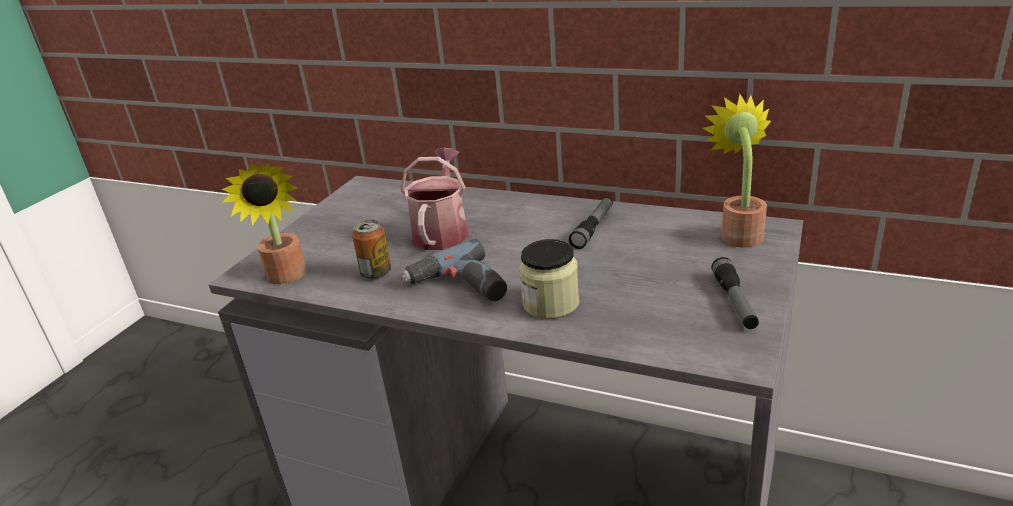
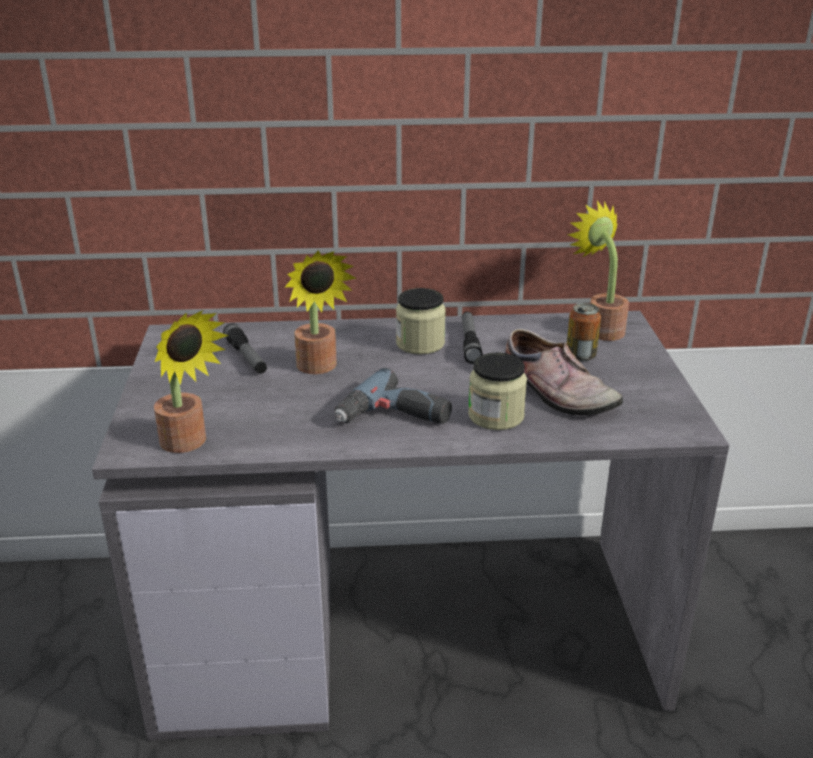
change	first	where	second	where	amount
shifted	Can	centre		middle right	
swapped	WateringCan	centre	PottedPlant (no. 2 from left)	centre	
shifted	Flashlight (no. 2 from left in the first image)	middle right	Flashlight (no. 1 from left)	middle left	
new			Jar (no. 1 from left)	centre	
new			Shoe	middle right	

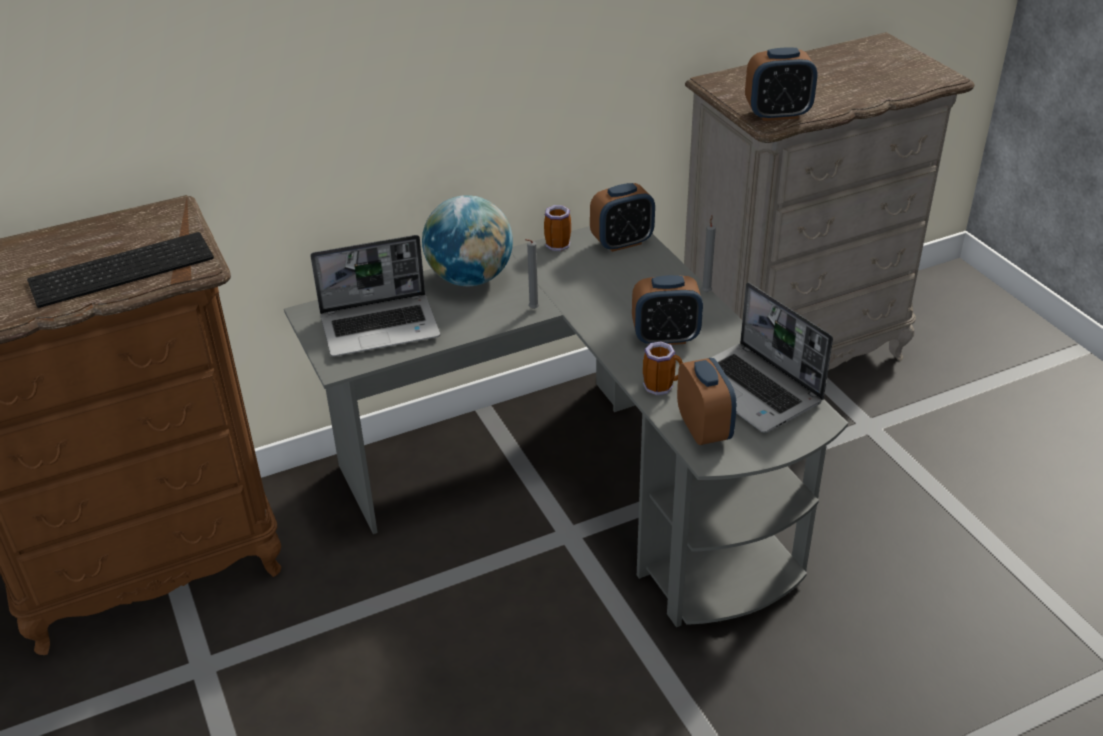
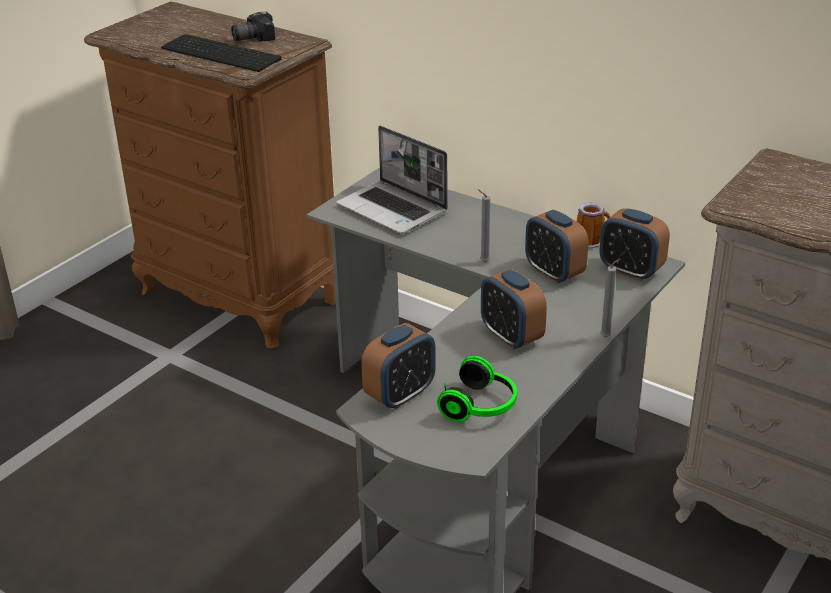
change	first	where	second	where	amount
gone	Globe	top centre			
gone	Mug (no. 2 from left)	centre			
swapped	Laptop (no. 2 from left)	middle right	Headphones	centre	
shifted	AlarmClock (no. 4 from left in the first image)	top right	AlarmClock (no. 3 from left)	middle right	
new			PhotoCamera	top left	

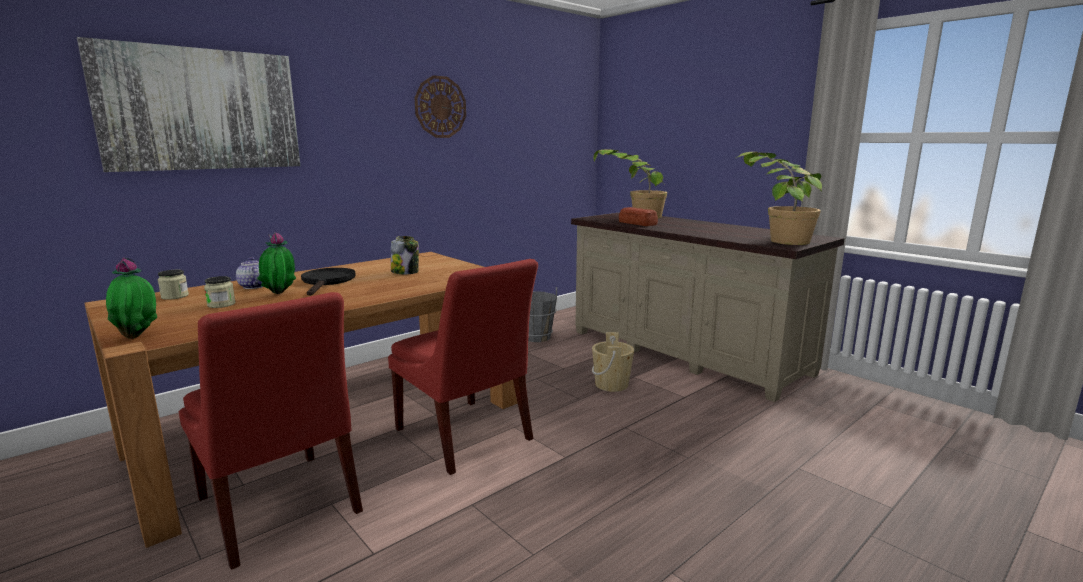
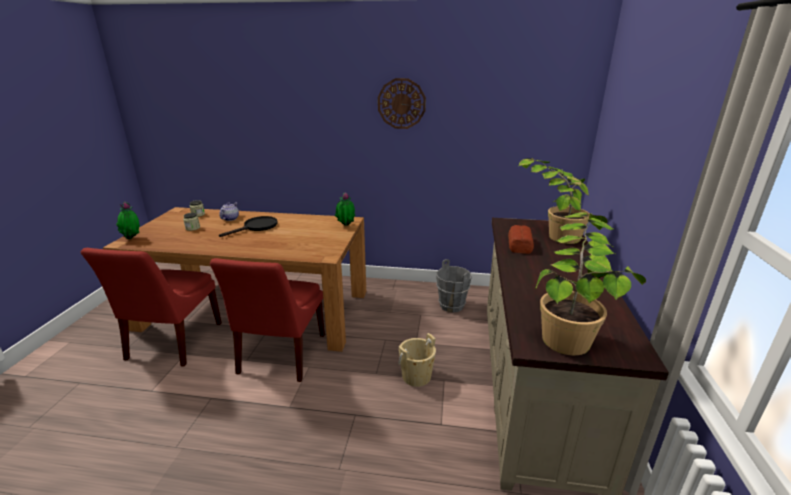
change	first	where	second	where	amount
gone	Picture	top left			
shifted	PottedPlant (no. 2 from left)	middle left		centre	
gone	Jar (no. 3 from left)	centre			

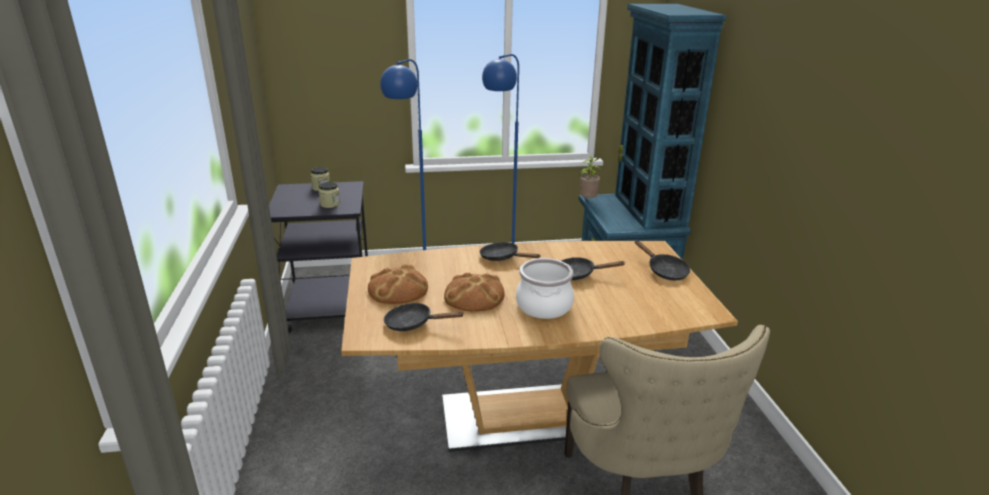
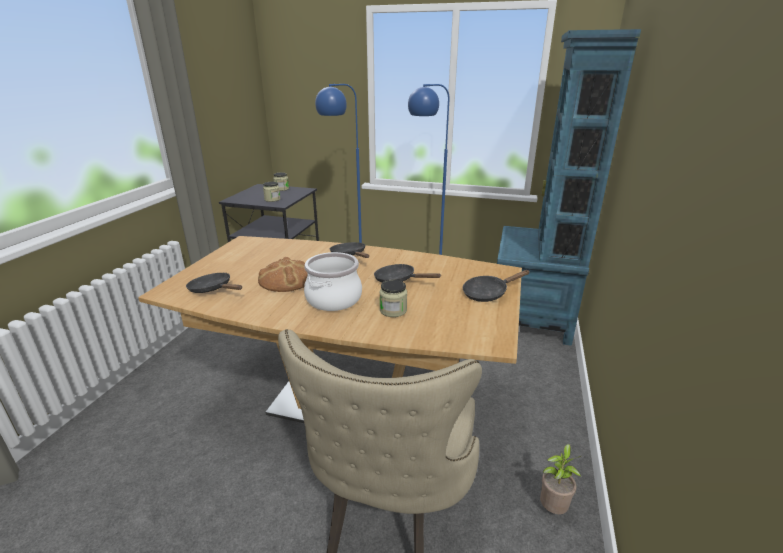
change	first	where	second	where	amount
gone	Bread (no. 1 from left)	centre			
shifted	PottedPlant	centre		bottom right	
rotated	BlackFryingPan (no. 4 from left)	middle right		centre	75 degrees clockwise
new			Jar (no. 3 from left)	centre	

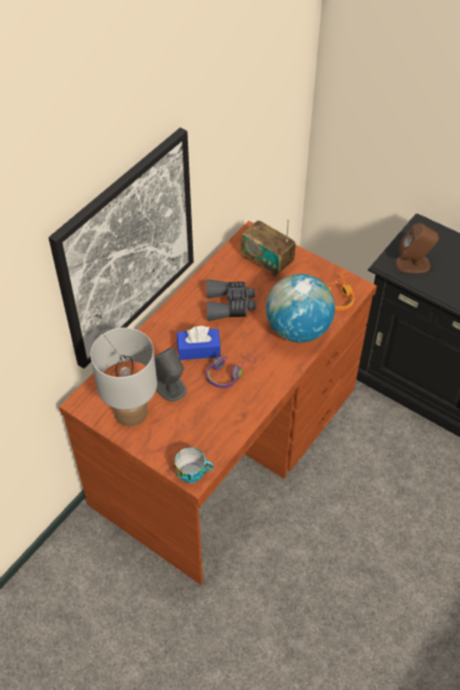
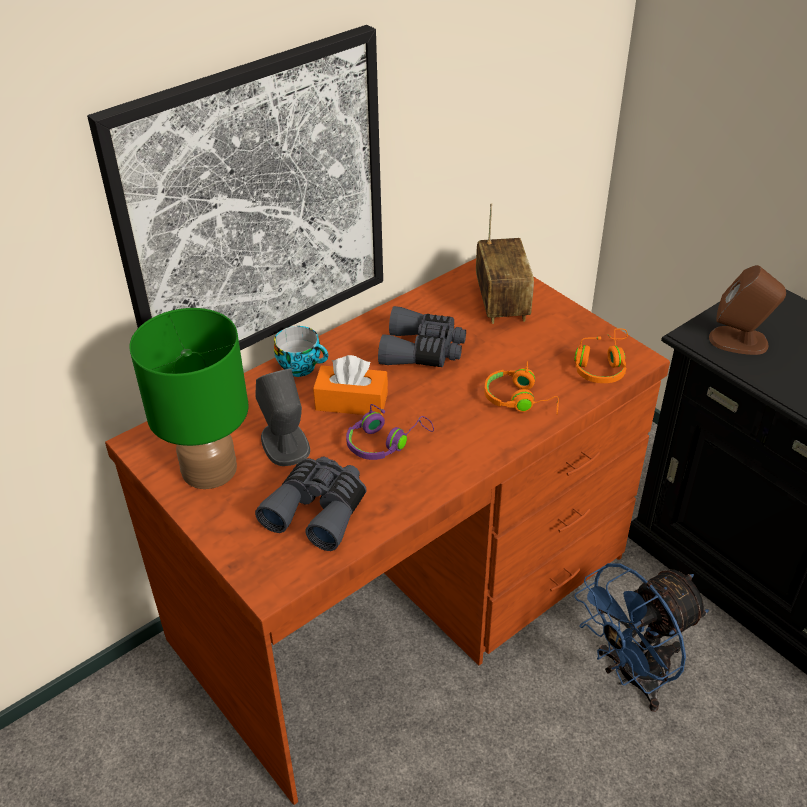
change	first	where	second	where	amount
repainted	GreyTableLamp	middle left	GreenTableLamp	middle left	
shifted	Cup	bottom centre		centre	
repainted	BlueTissueBox	centre	OrangeTissueBox	centre	
rotated	Radio	centre		top centre	150 degrees counterclockwise
swapped	Globe	centre	OrangeHeadphones (no. 1 from left)	centre	
new			GreyBinoculars (no. 1 from left)	centre	
new			BlueFan	bottom right	

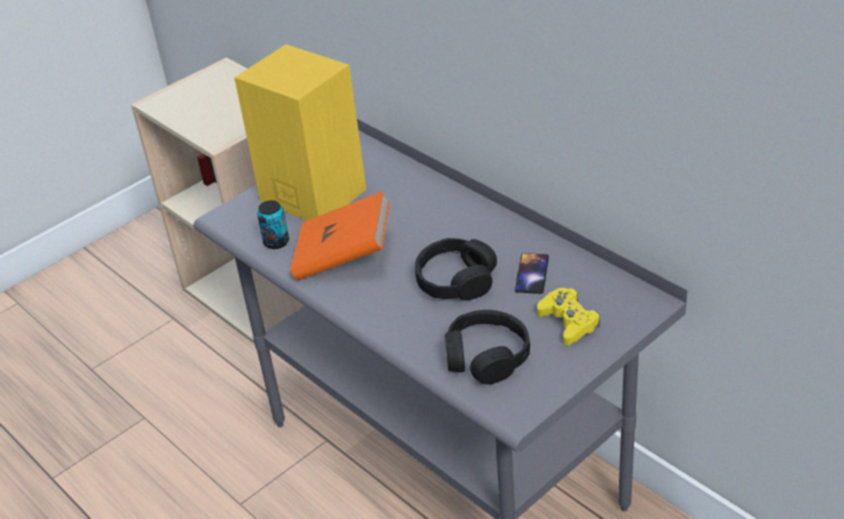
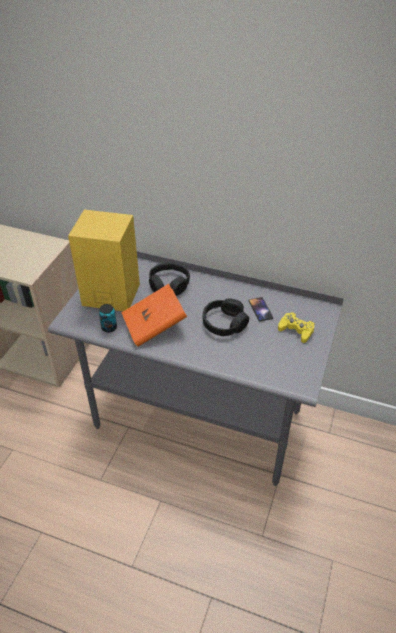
change	first	where	second	where	amount
shifted	BlackHeadphones (no. 2 from left in the first image)	bottom centre	BlackHeadphones (no. 1 from left)	centre	

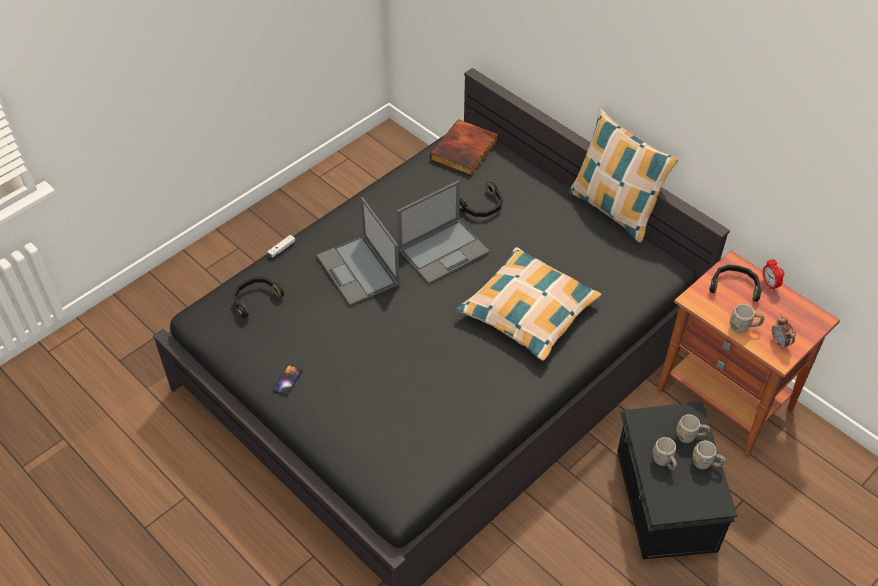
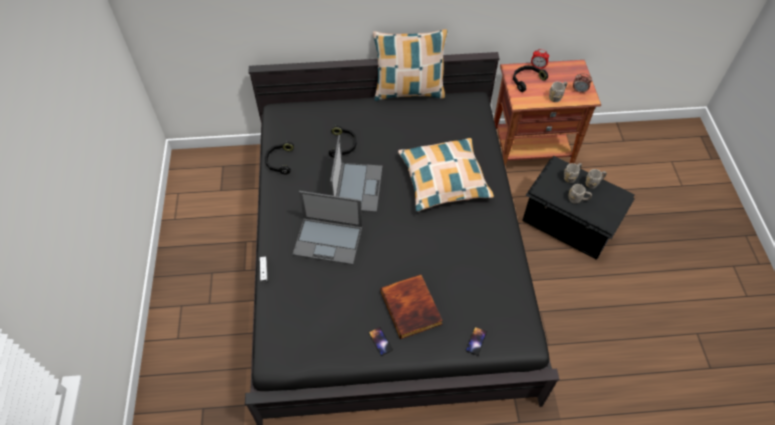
change	first	where	second	where	amount
shifted	BlackHeadphones (no. 1 from left)	middle left		centre	
shifted	Book	top centre		bottom centre	
new			Phone (no. 2 from left)	bottom centre	

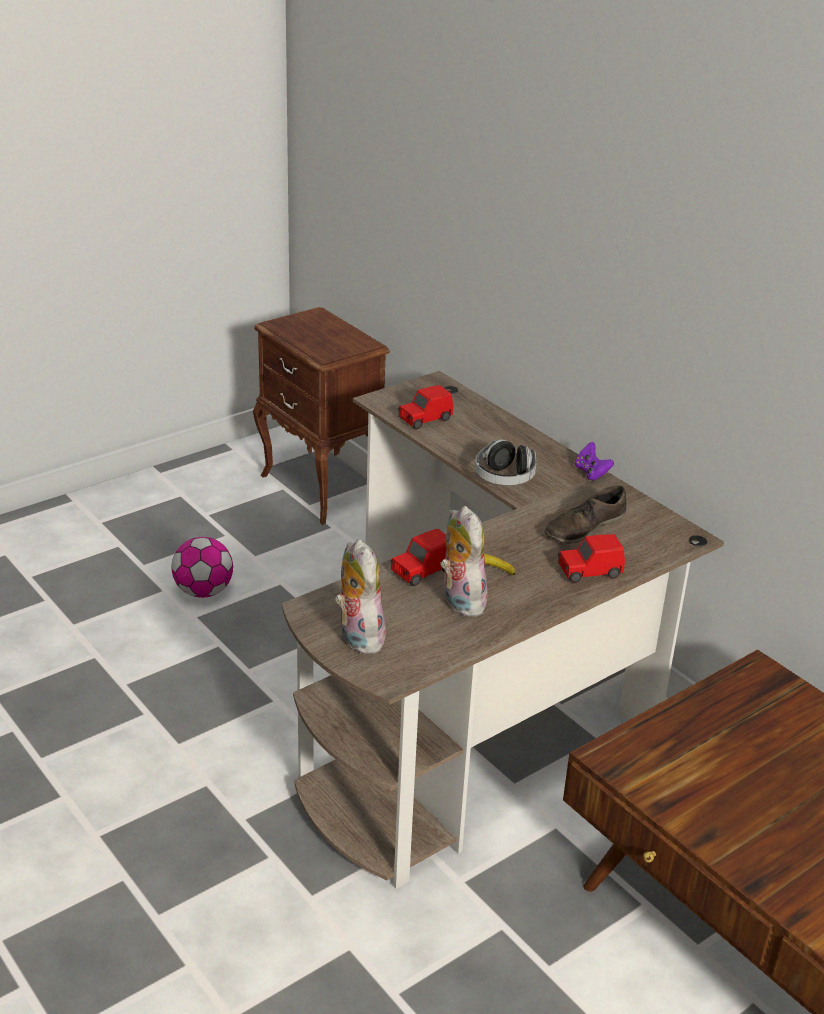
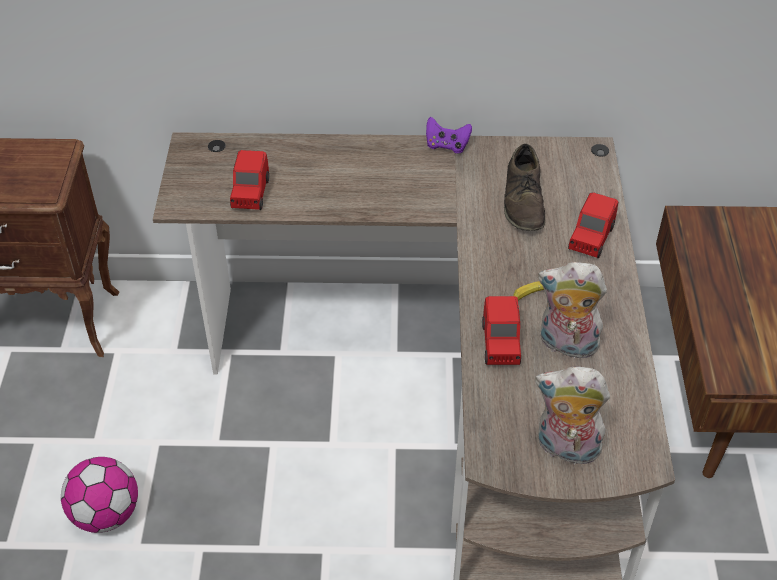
change	first	where	second	where	amount
gone	Headphones	centre			

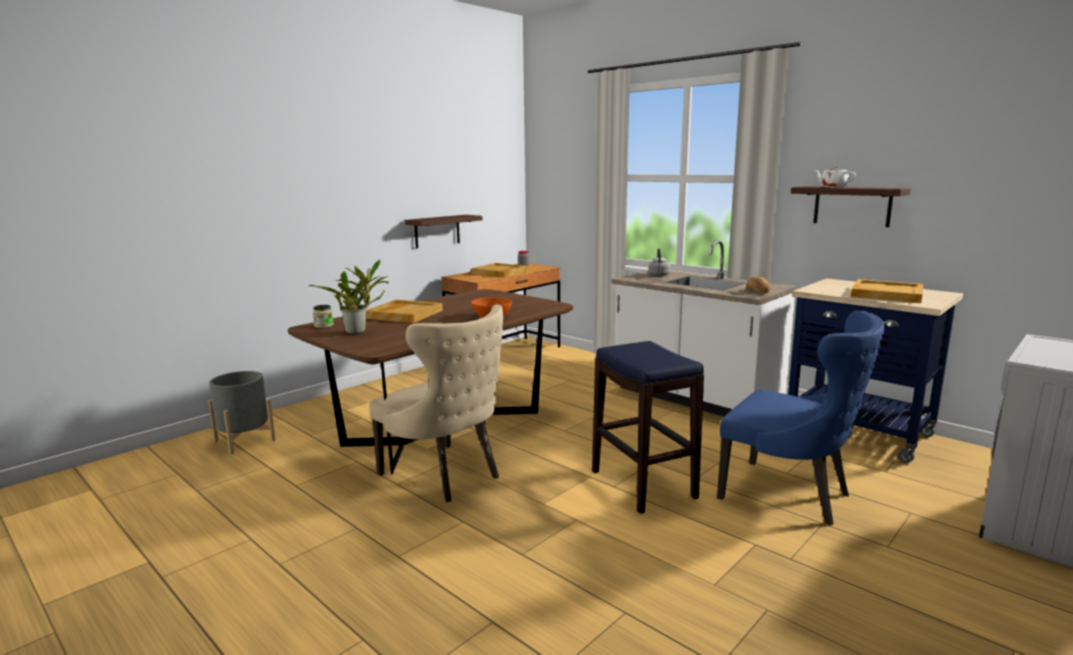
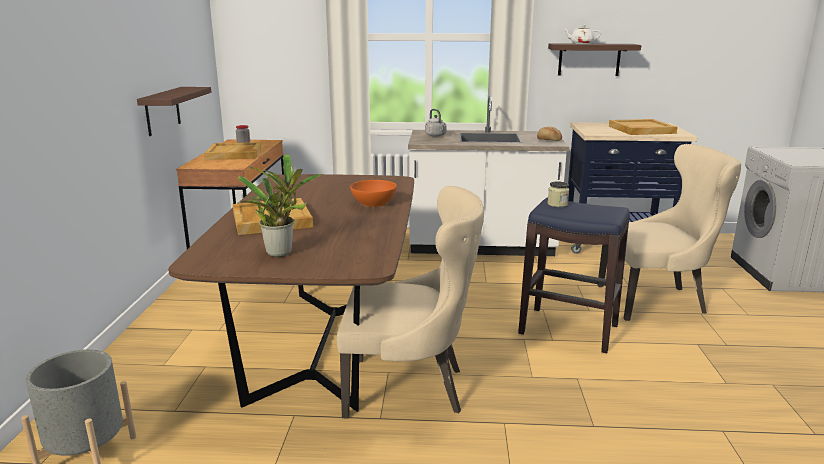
change	first	where	second	where	amount
shifted	Jar (no. 1 from left in the first image)	middle left	Jar (no. 2 from left)	middle right	
repainted	BlueChair	middle right	BeigeChair (no. 2 from left)	middle right	

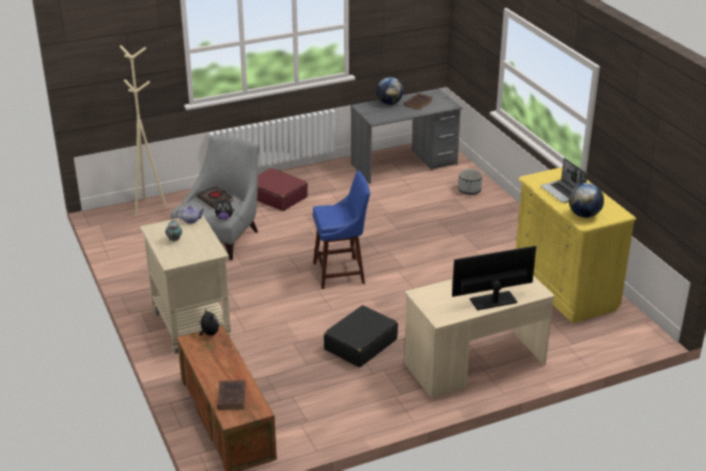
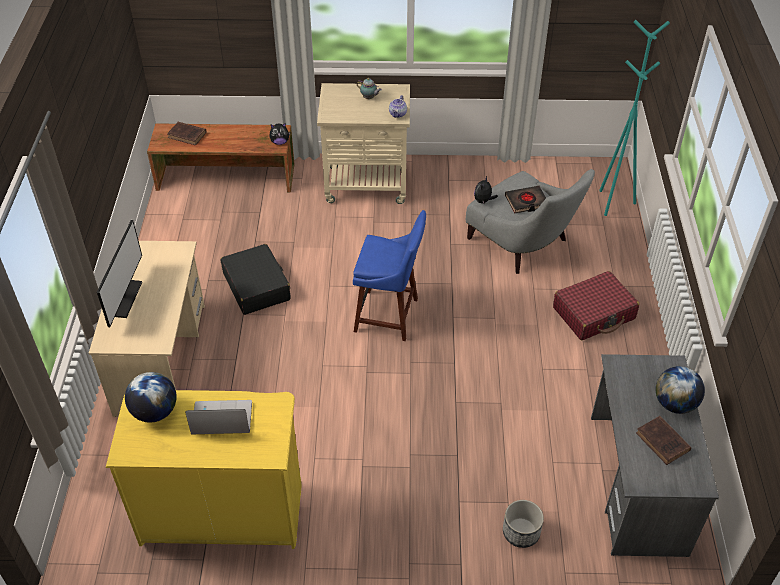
change	first	where	second	where	amount
repainted	BeigeClothesRack	top left	TurquoiseClothesRack	top right	
rotated	BlueChair	centre		centre	90 degrees counterclockwise

